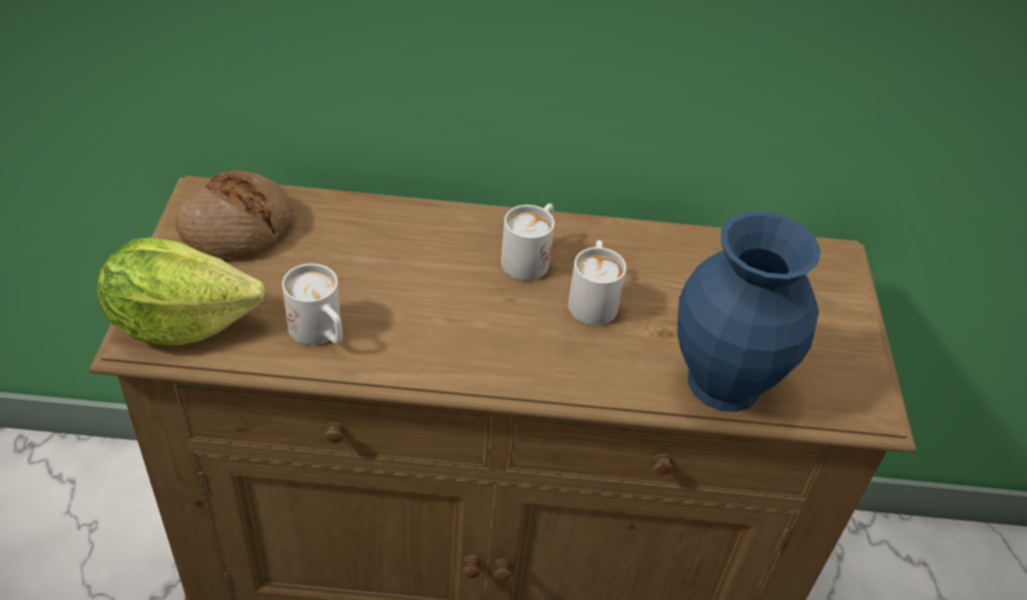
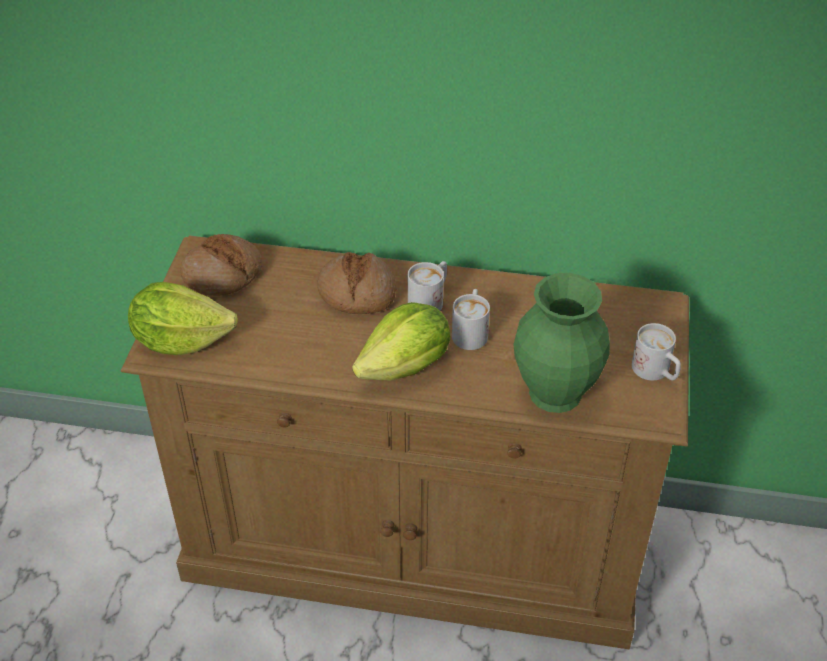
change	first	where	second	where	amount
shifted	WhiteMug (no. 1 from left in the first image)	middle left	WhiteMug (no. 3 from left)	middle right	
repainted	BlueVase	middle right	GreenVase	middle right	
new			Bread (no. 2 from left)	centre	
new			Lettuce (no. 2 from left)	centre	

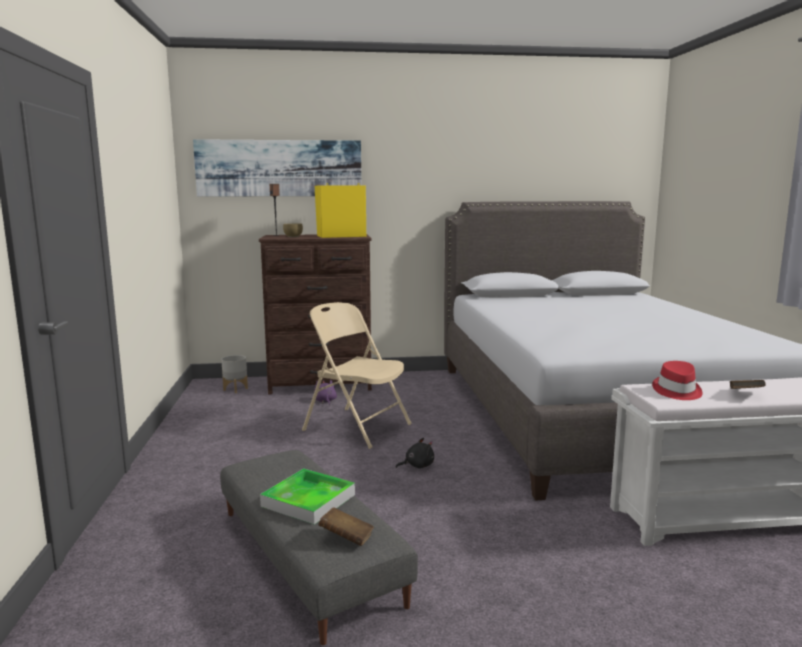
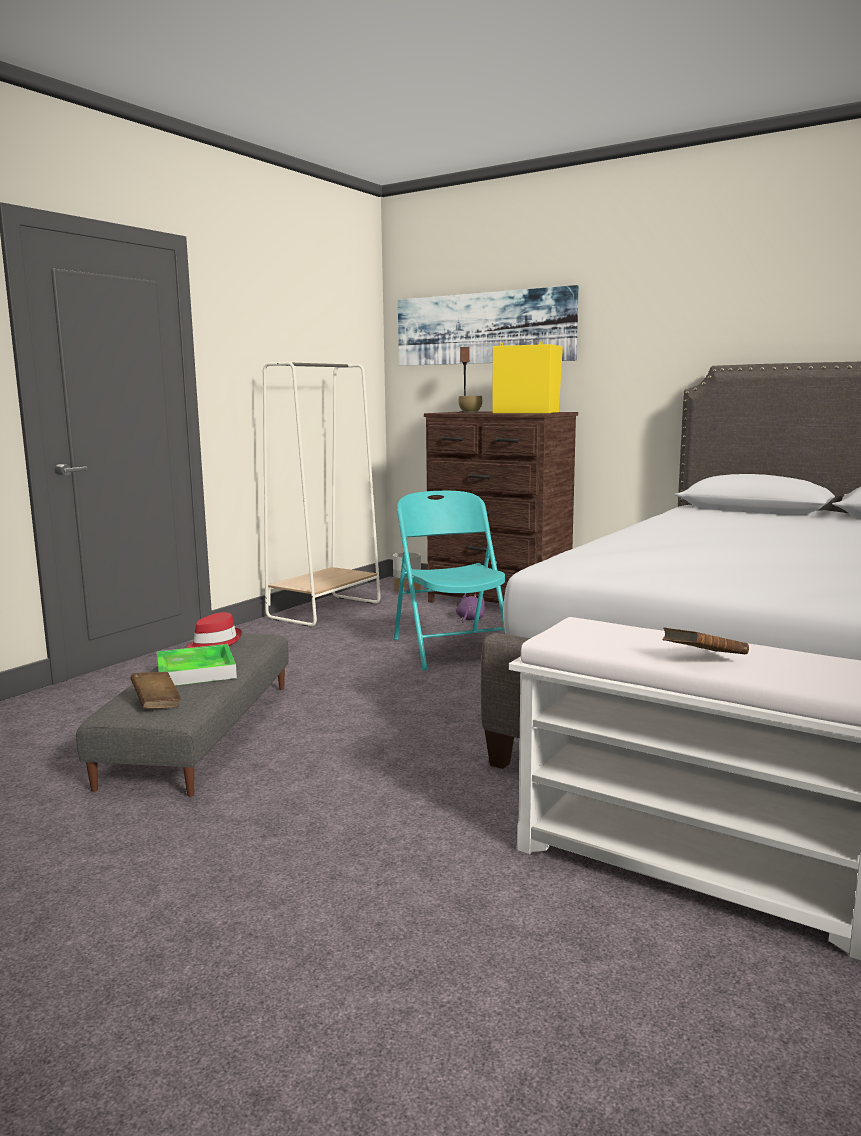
change	first	where	second	where	amount
repainted	BeigeChair	centre	TurquoiseChair	centre	
gone	BlackPlushToy	bottom centre			
shifted	RedHat	middle right		middle left	
new			ClothesRack	centre	

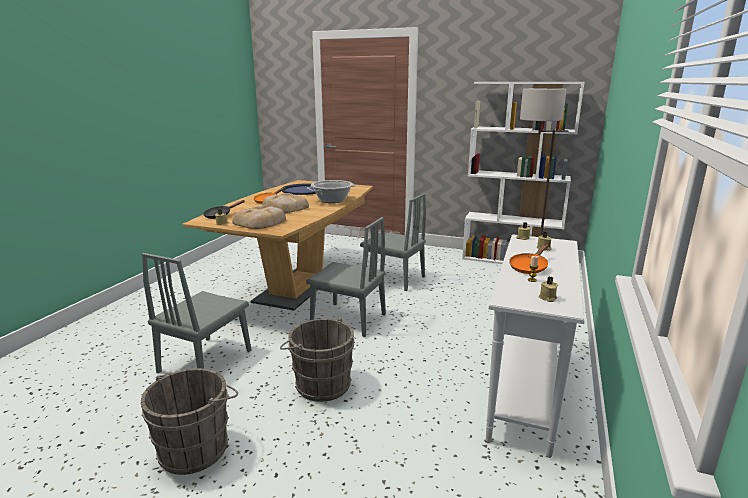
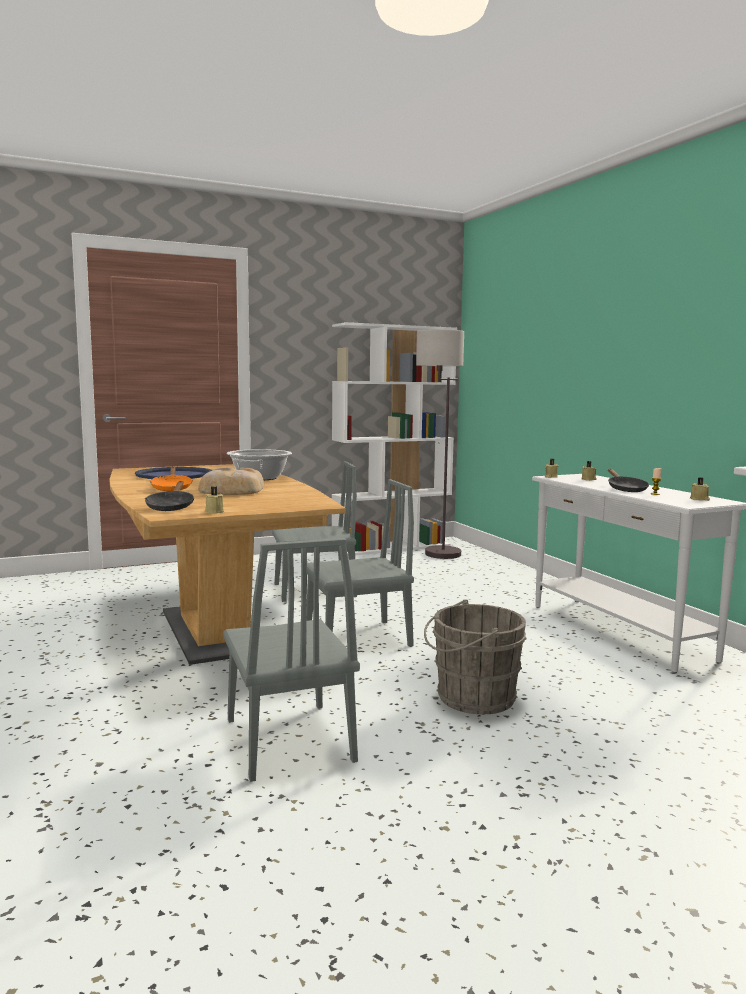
change	first	where	second	where	amount
gone	GreyBucket (no. 1 from left)	bottom left			
gone	Bread (no. 1 from left)	centre			
repainted	OrangeFryingPan (no. 2 from left)	middle right	BlackFryingPan (no. 2 from left)	middle right	

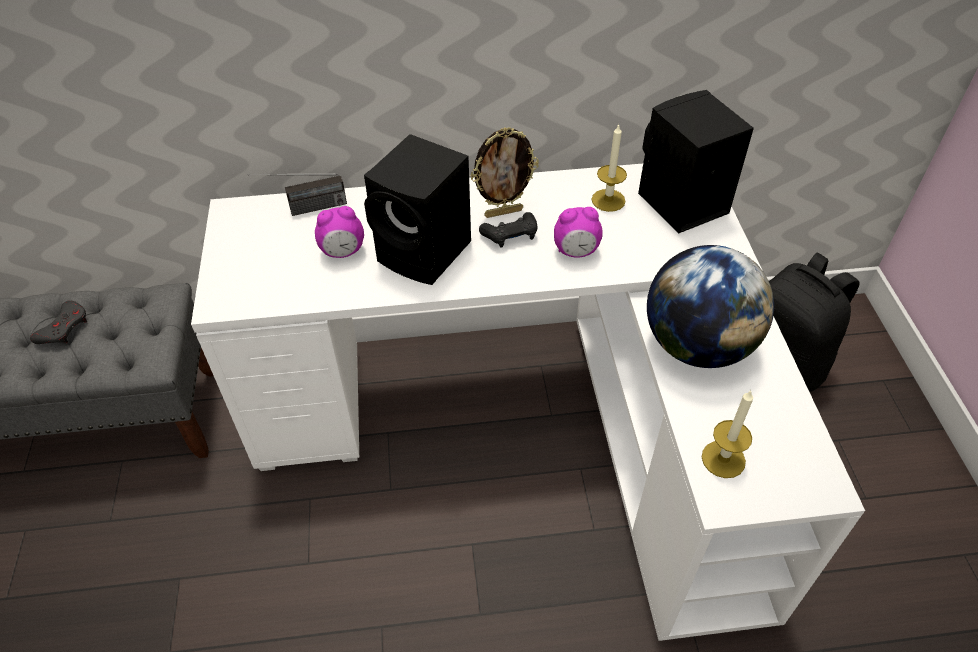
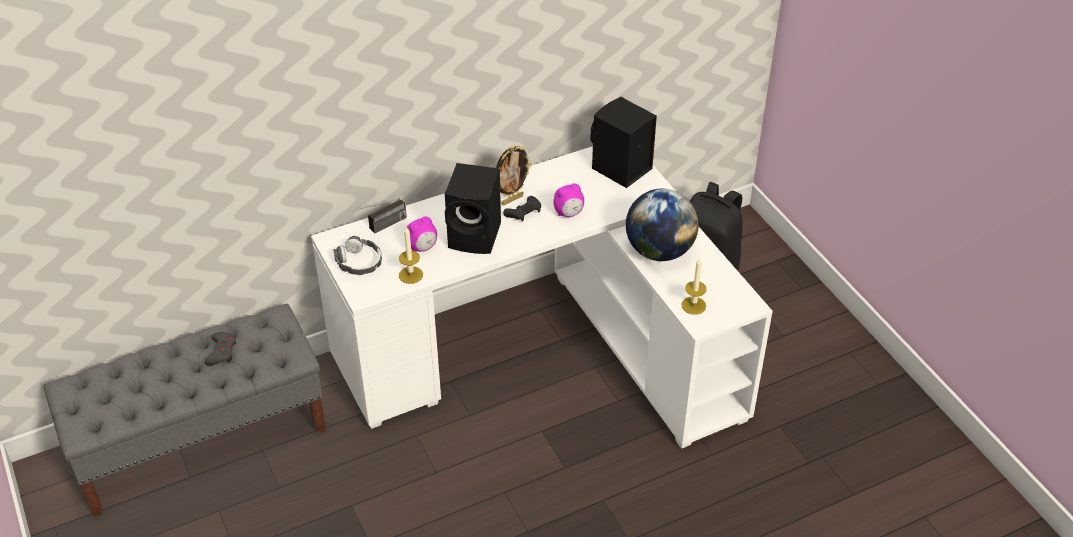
change	first	where	second	where	amount
shifted	Candle (no. 1 from left)	top centre		centre	
new			Headphones	middle left	

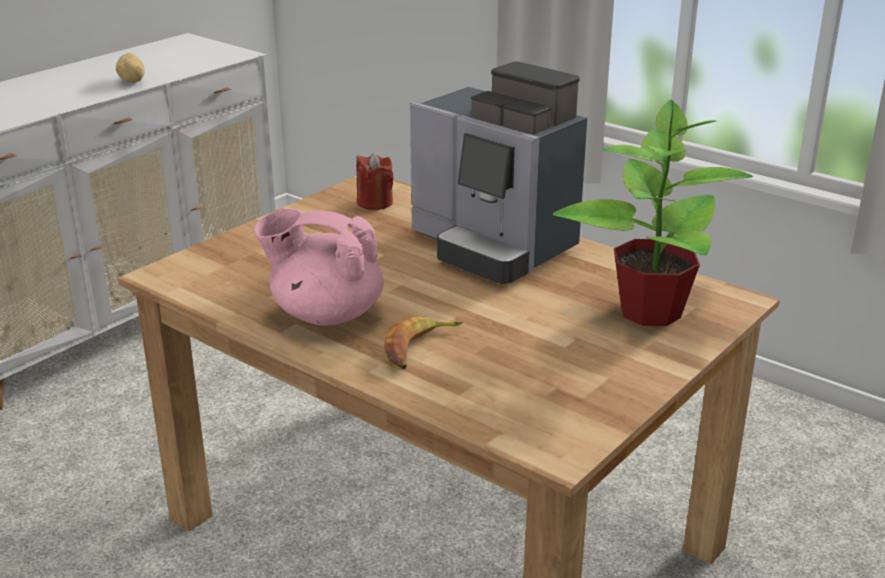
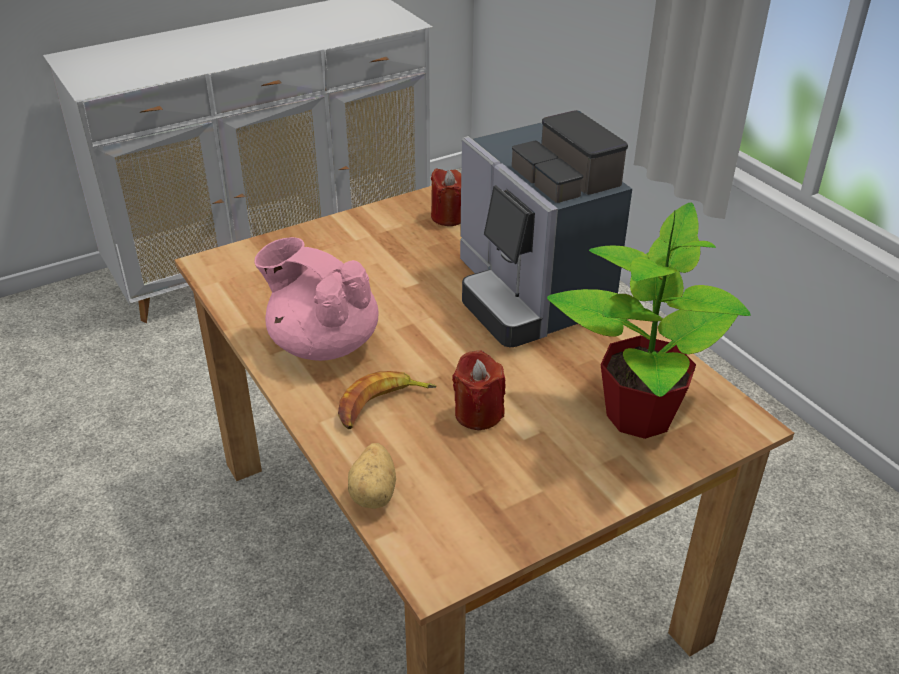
change	first	where	second	where	amount
shifted	Potato	top left		bottom centre	
new			RedCandle (no. 2 from left)	centre	

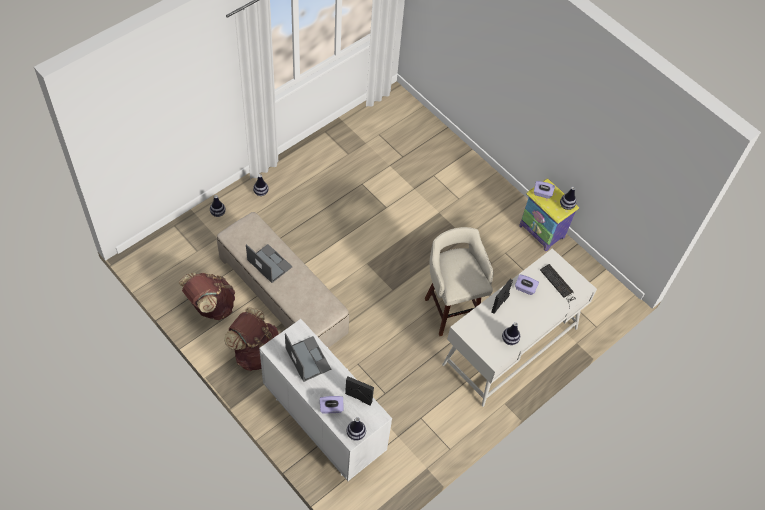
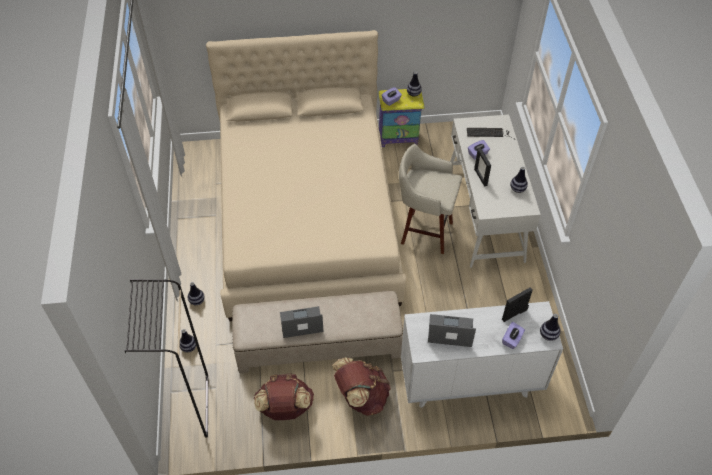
change	first	where	second	where	amount
new			BlackClothesRack	bottom left	
new			BeigeBed	centre	

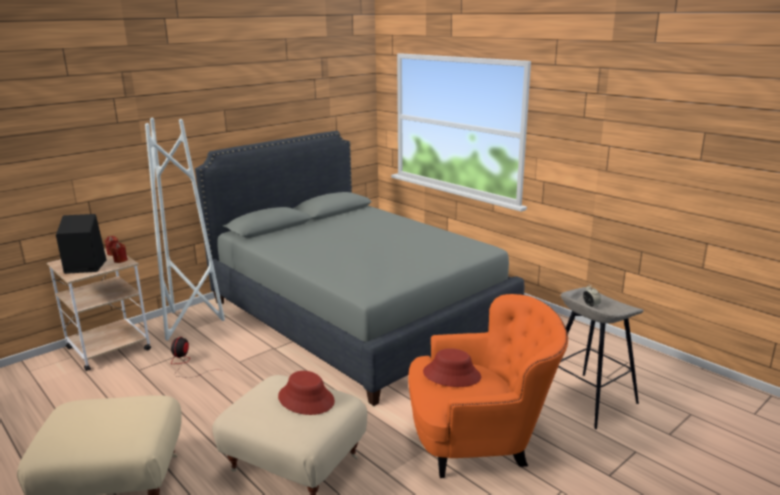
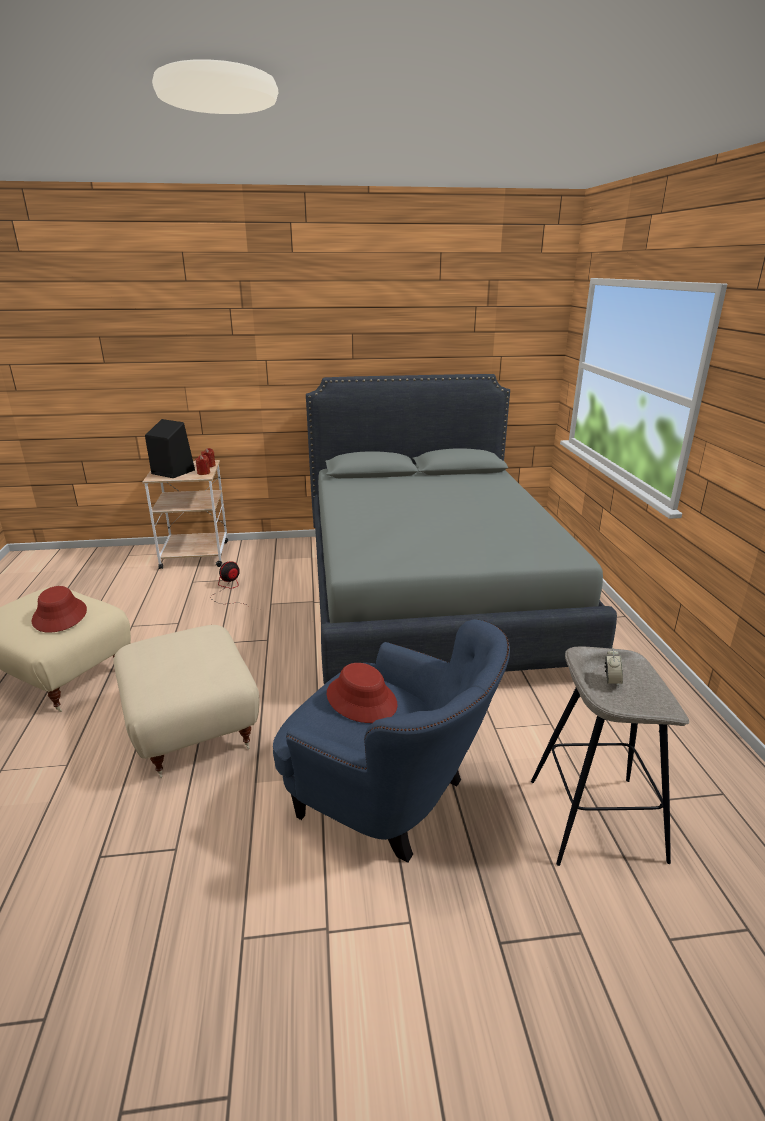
change	first	where	second	where	amount
gone	WhiteClothesRack	middle left			
shifted	RedHat (no. 1 from left)	bottom centre		middle left	
repainted	OrangeArmchair	bottom centre	BlueArmchair	centre	

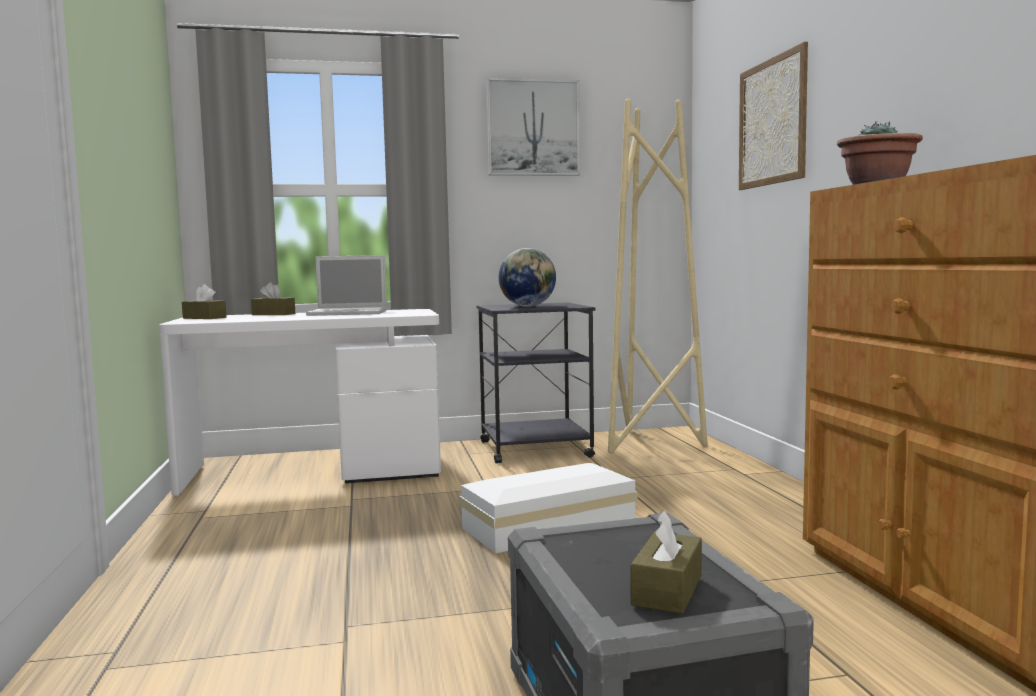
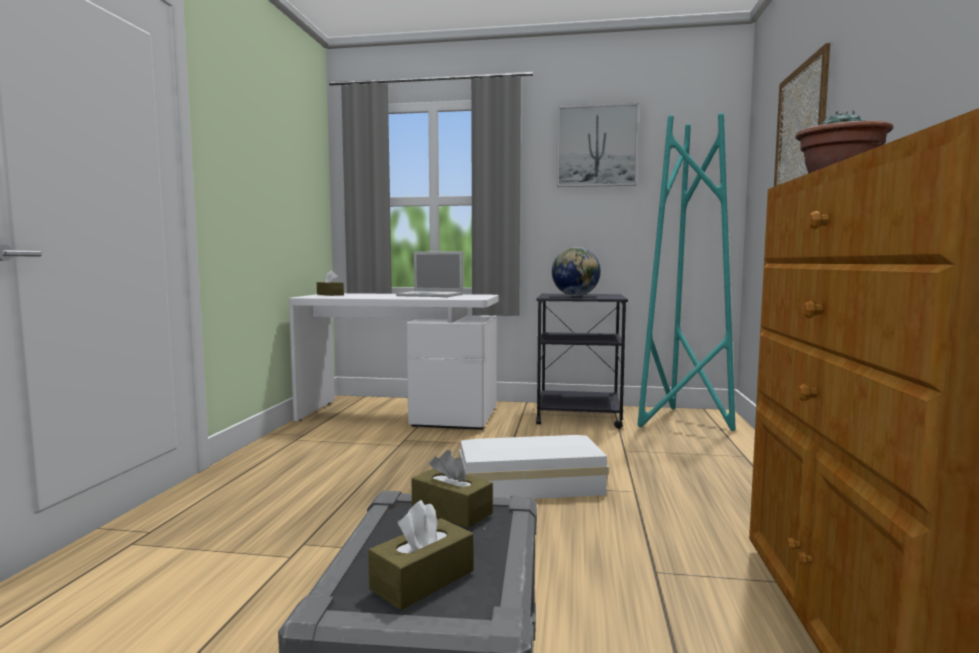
change	first	where	second	where	amount
shifted	BrownTissueBox (no. 2 from left in the first image)	middle left	BrownTissueBox (no. 3 from left)	bottom centre	
repainted	BeigeClothesRack	centre	TurquoiseClothesRack	middle right	

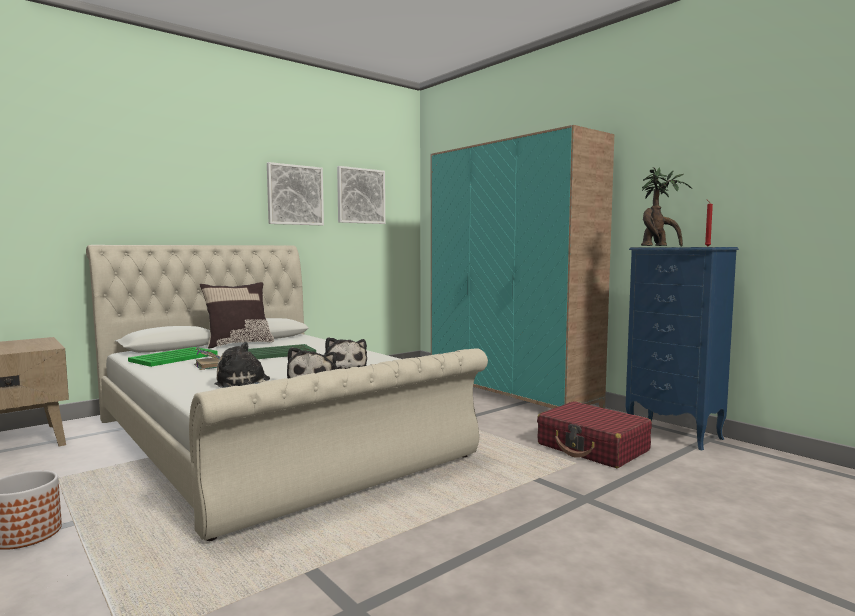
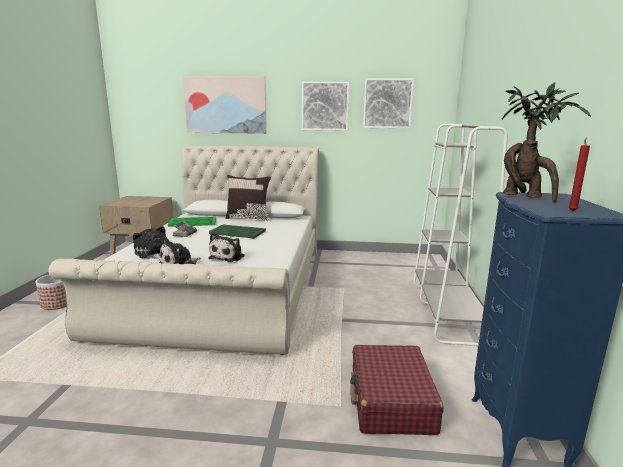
change	first	where	second	where	amount
swapped	TurquoiseWardrobe	centre	GreyClothesRack	middle right	
new			Picture (no. 1 from left)	top centre	

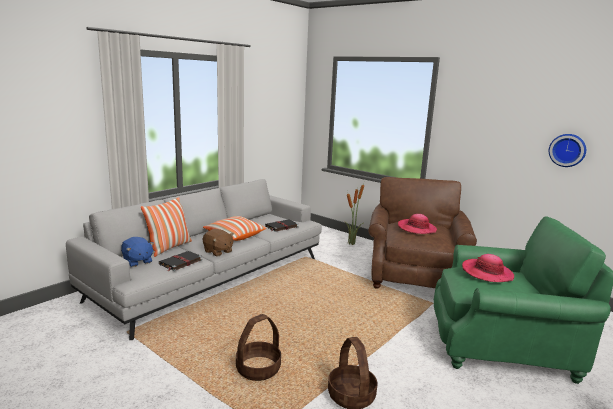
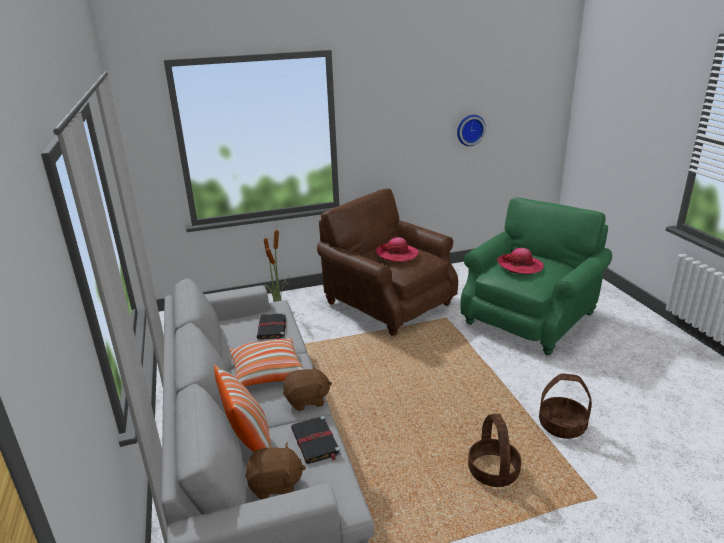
change	first	where	second	where	amount
repainted	BluePlushToy	middle left	BrownPlushToy (no. 1 from left)	bottom centre	

